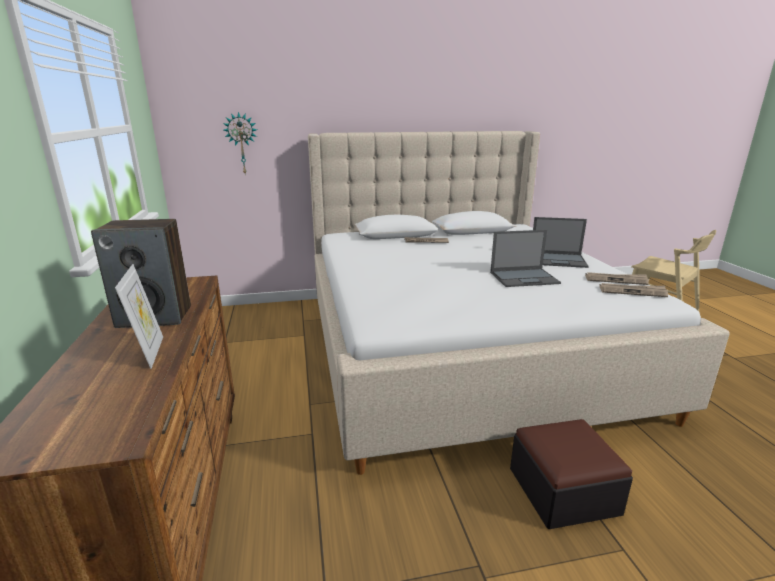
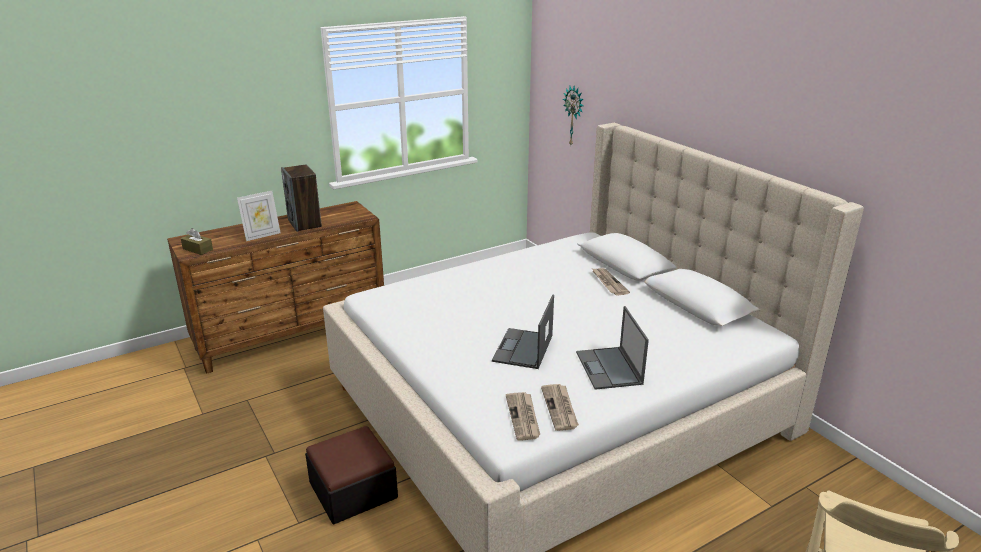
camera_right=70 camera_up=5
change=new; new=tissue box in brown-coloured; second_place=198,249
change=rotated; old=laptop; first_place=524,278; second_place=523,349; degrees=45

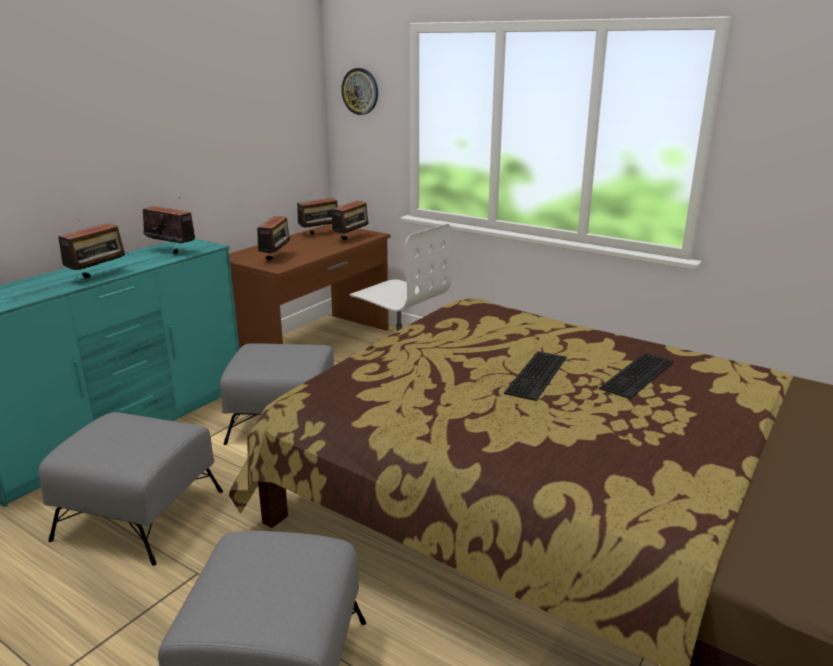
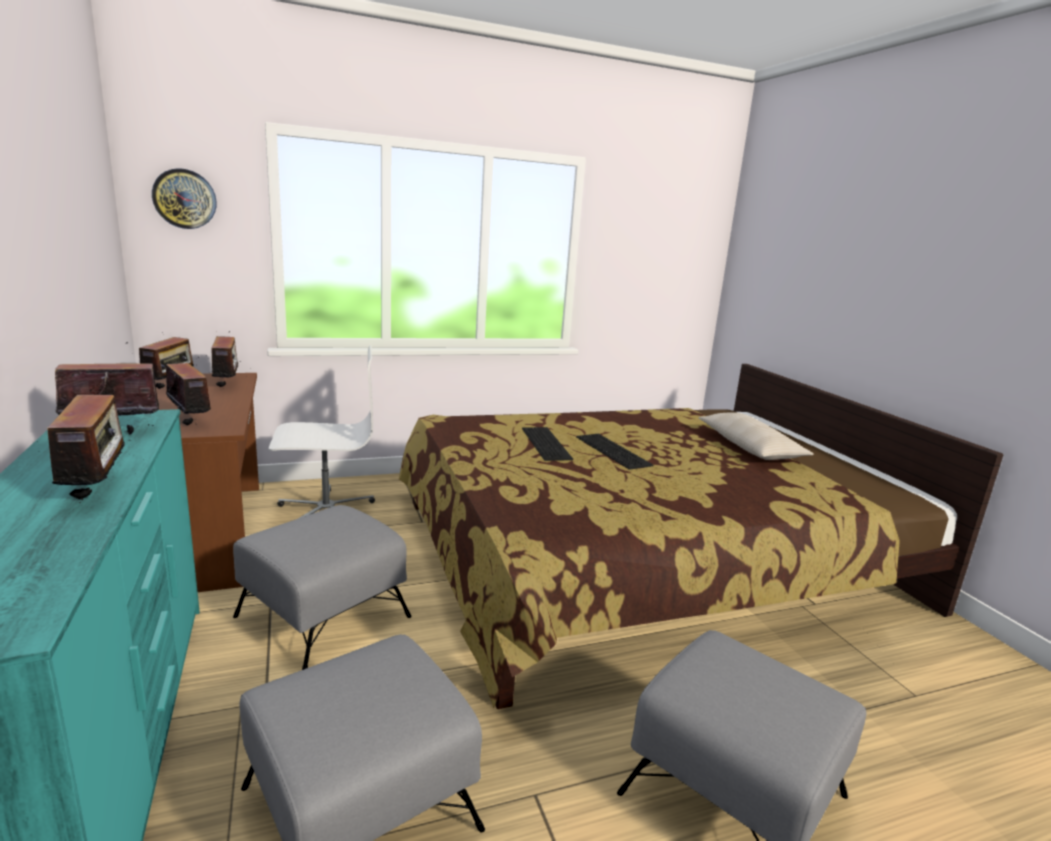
camera_right=-55 camera_up=-5
change=new; new=throw pillow in sand-coloured; second_place=749,447
change=shifted; old=computer keyboard; first_place=639,376; second_place=547,443

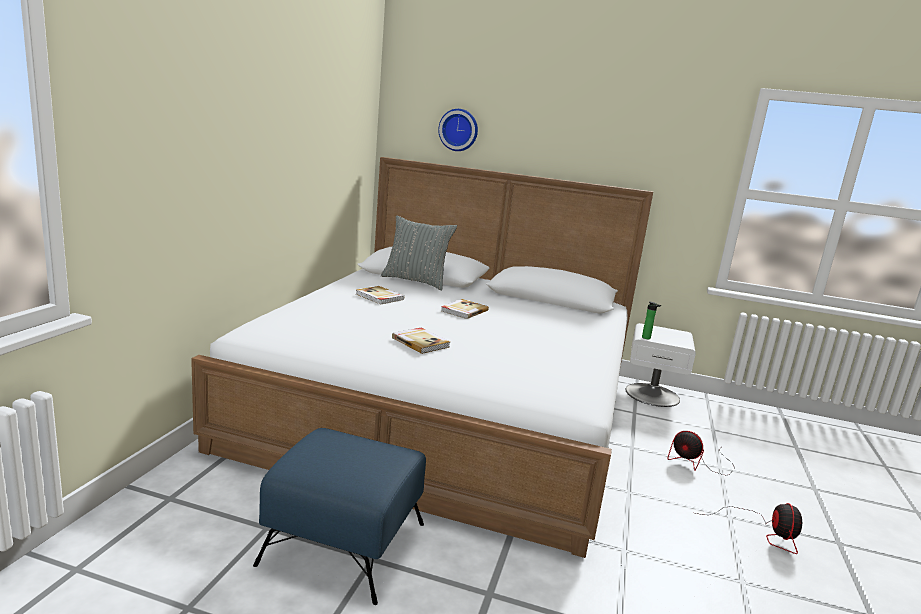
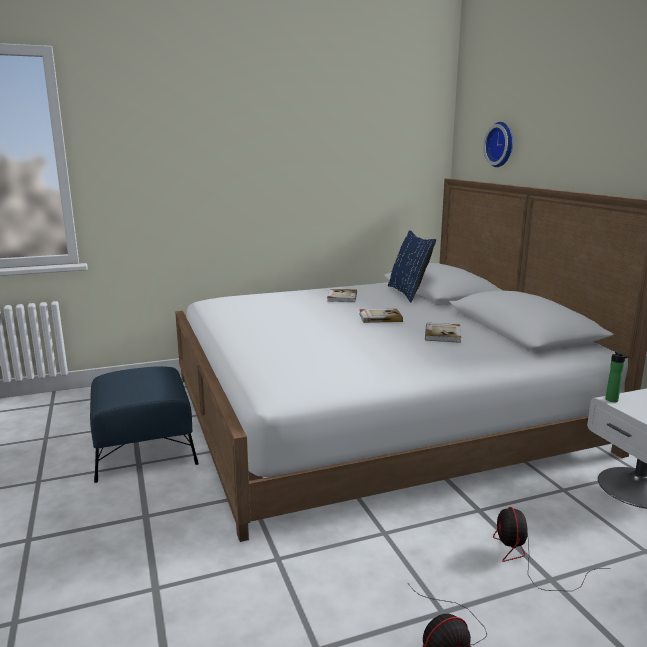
camera_right=55 camera_up=0
change=shifted; old=bound book; first_place=421,342; second_place=443,334
change=repainted; old=throw pillow in greyish; new=throw pillow in bluish; first_place=415,281; second_place=409,293

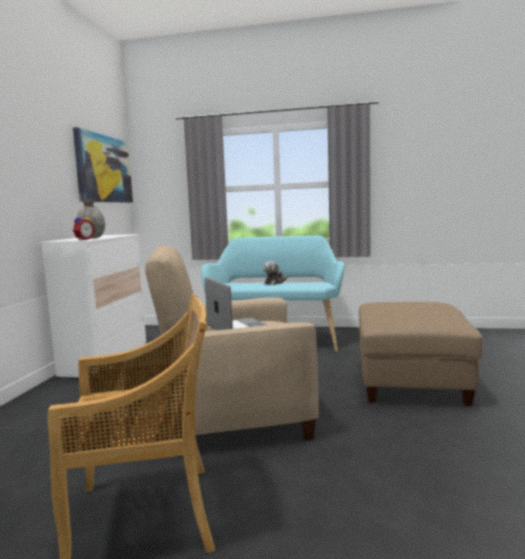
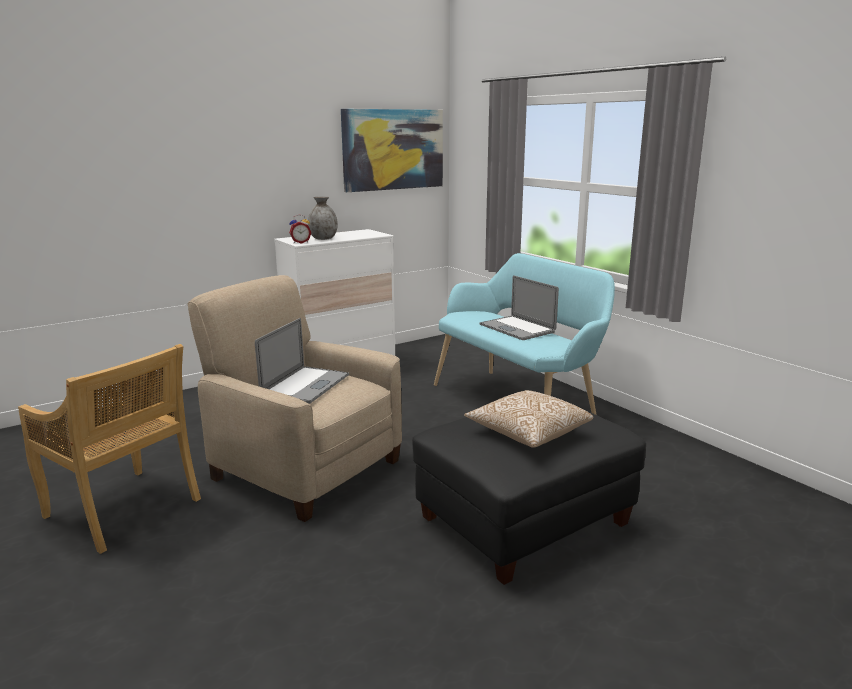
camera_right=45 camera_up=10
change=new; new=throw pillow; second_place=528,433
change=swapped; old=soft toy; new=laptop; first_place=275,282; second_place=517,328
change=repainted; old=ottoman in sand-coloured; new=ottoman in black; first_place=411,381; second_place=524,522

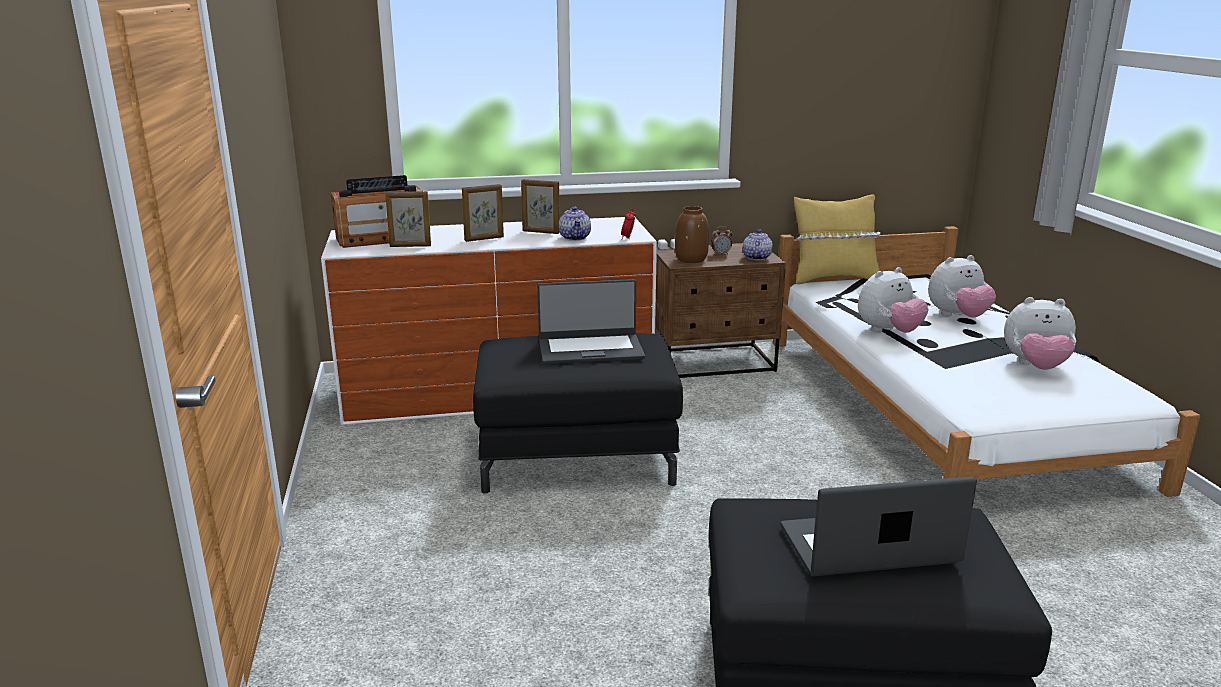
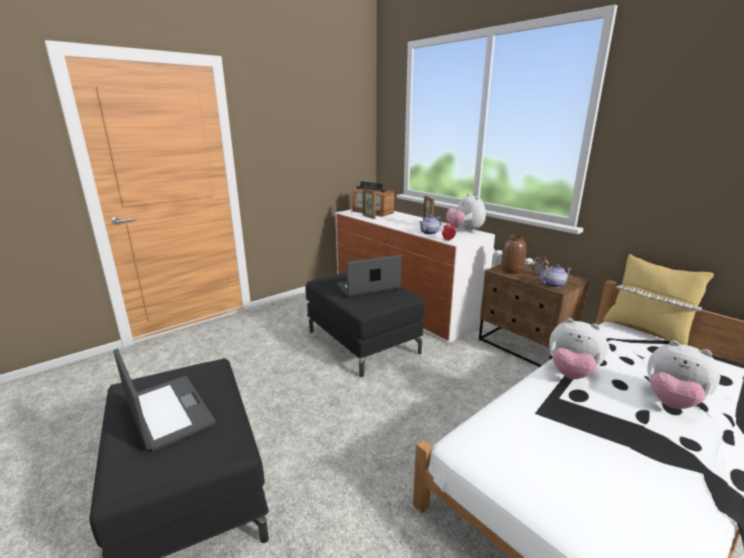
camera_right=60 camera_up=0
change=gone; old=standing frame; first_place=484,239
change=shifted; old=soft toy; first_place=1035,367; second_place=465,231
change=rotated; old=laptop; first_place=590,349; second_place=368,287; degrees=105

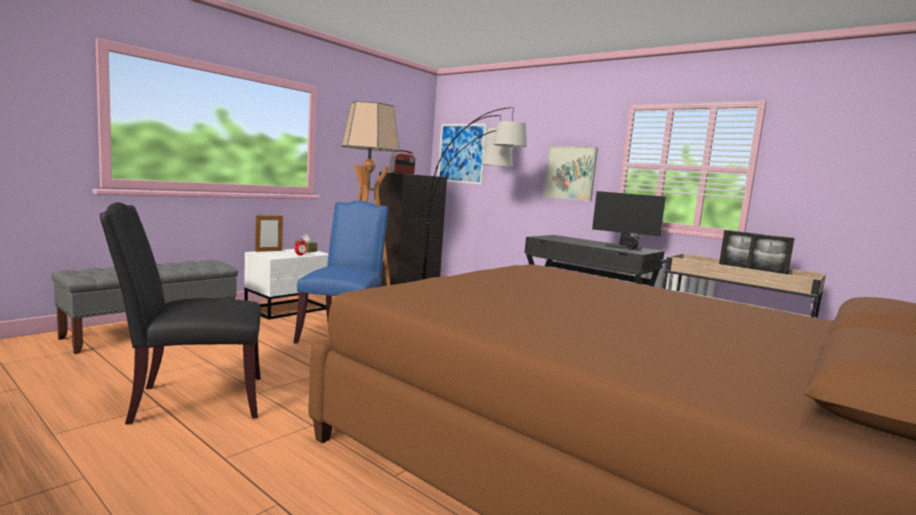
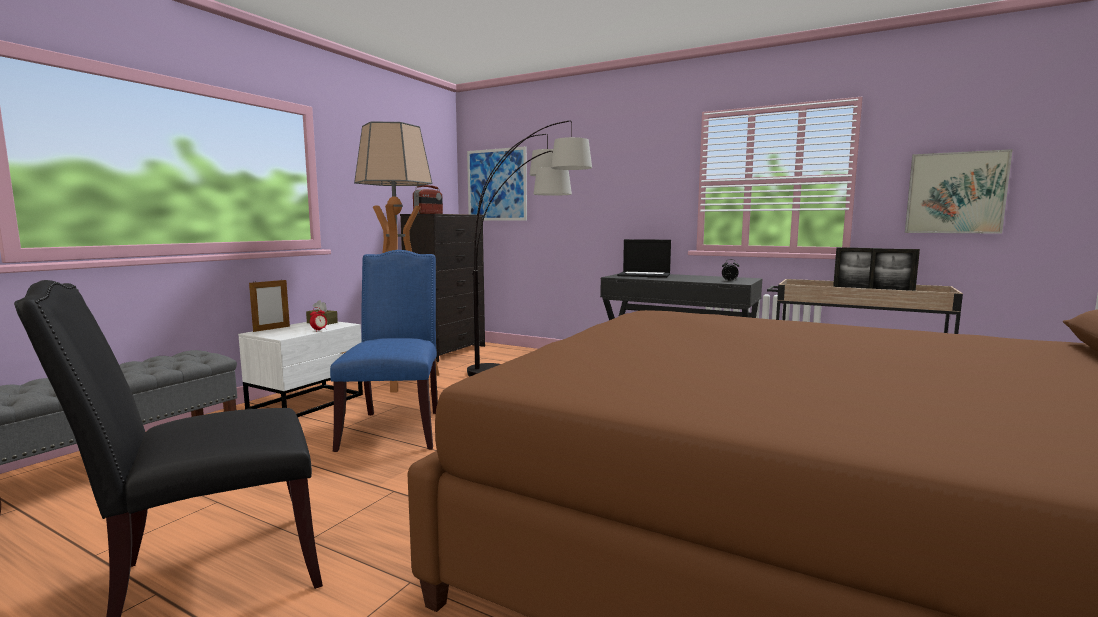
camera_right=-10 camera_up=0
change=gone; old=computer display; first_place=623,247
change=new; new=laptop; second_place=645,275
change=shifted; old=picture; first_place=570,173; second_place=955,193

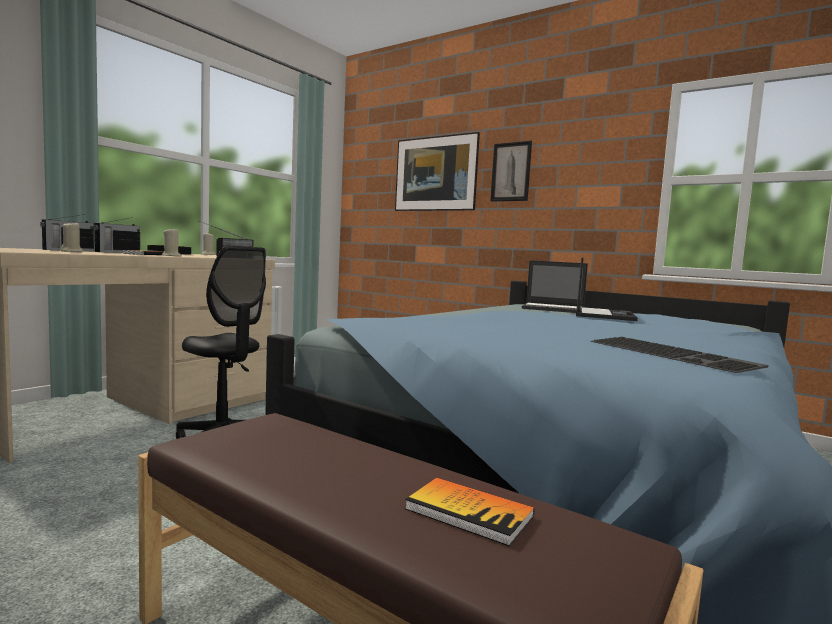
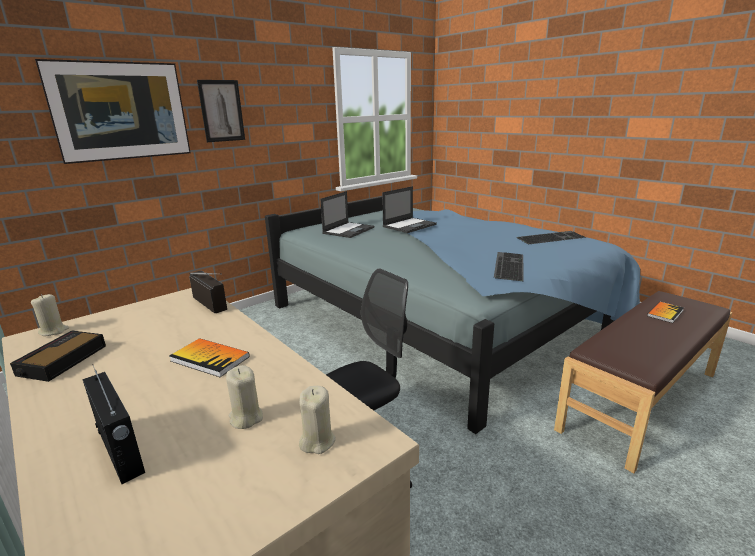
camera_right=-75 camera_up=15
change=gone; old=radio receiver; first_place=117,252
change=new; new=computer keyboard; second_place=507,265
change=shifted; old=candle in sand-coloured; first_place=171,256; second_place=317,441
change=rotated; old=laptop; first_place=603,315; second_place=409,225; degrees=105

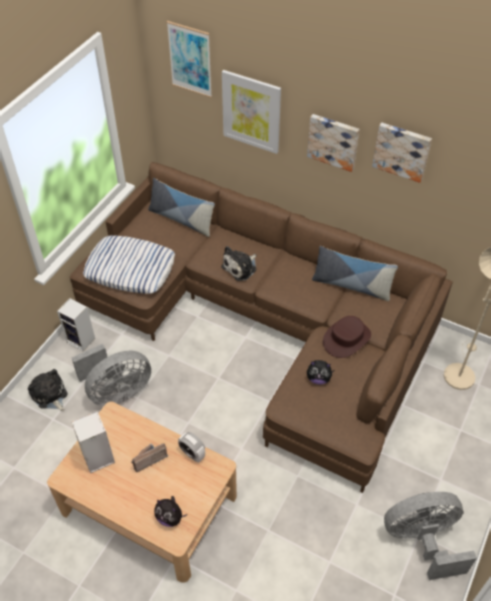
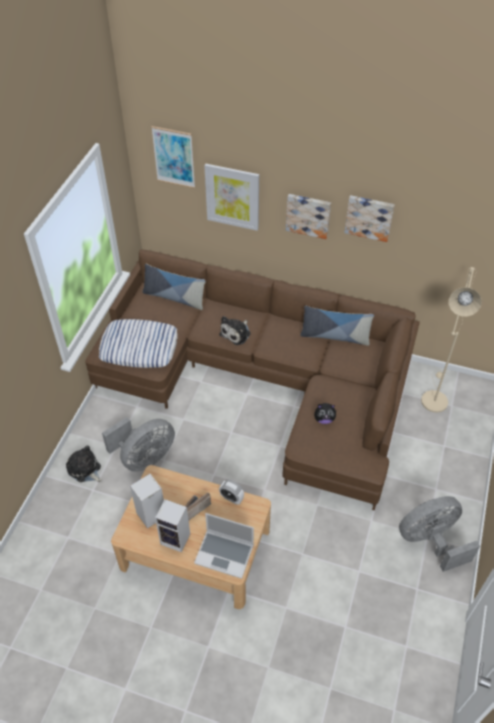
camera_right=-10 camera_up=0
change=gone; old=wearable hat in brown-coloured; first_place=346,338
change=shifted; old=audio speaker; first_place=82,340; second_place=176,539
change=swapped; old=soft toy; new=laptop; first_place=170,517; second_place=225,554

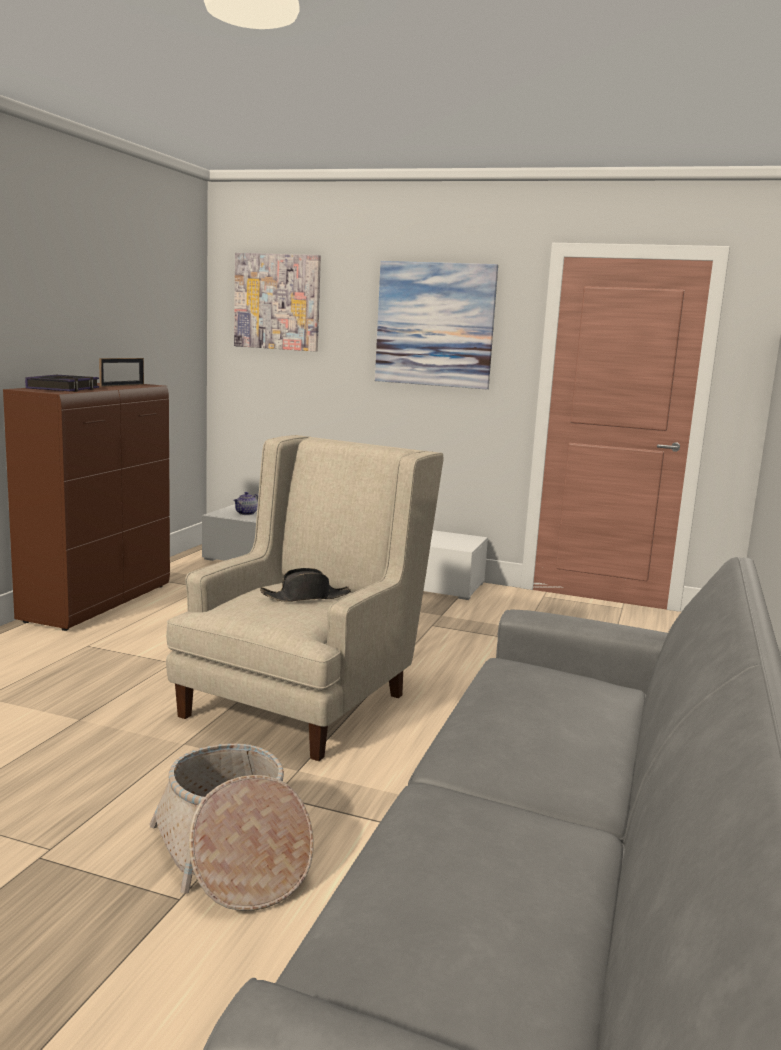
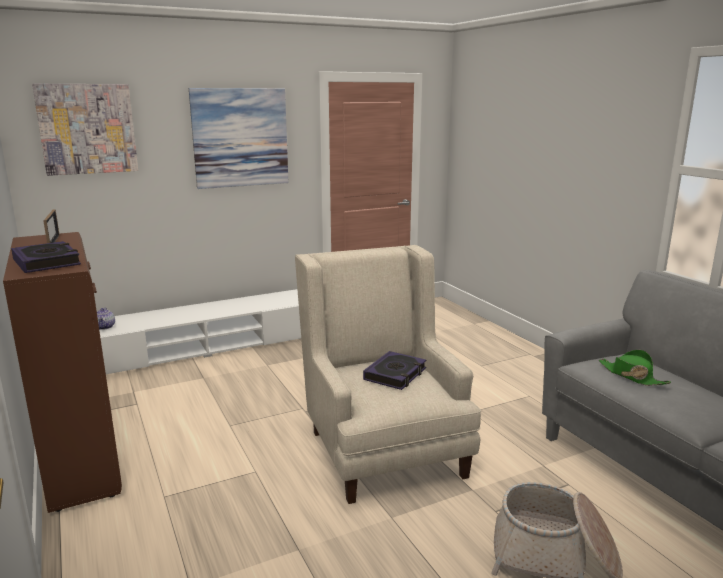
camera_right=-45 camera_up=5
change=new; new=wearable hat in greenish; second_place=631,376
change=swapped; old=wearable hat in black; new=bound book; first_place=306,597; second_place=395,374

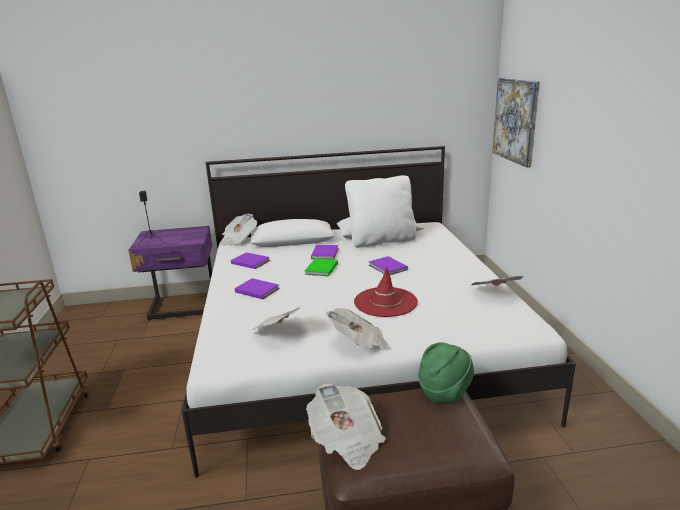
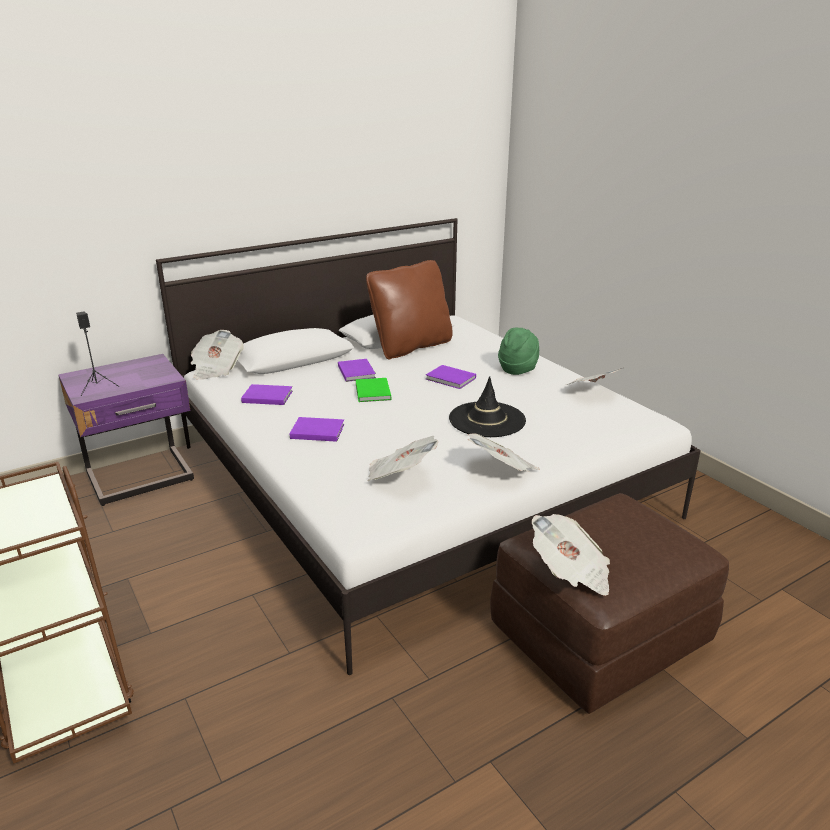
camera_right=-25 camera_up=5
change=gone; old=picture; first_place=515,120
change=shifted; old=wearable hat in greenish; first_place=444,391; second_place=518,368
change=repainted; old=throw pillow in white; new=throw pillow in brown-coloured; first_place=381,241; second_place=411,346
change=repainted; old=wearable hat in red-coloured; new=wearable hat in black; first_place=385,302; second_place=487,420

